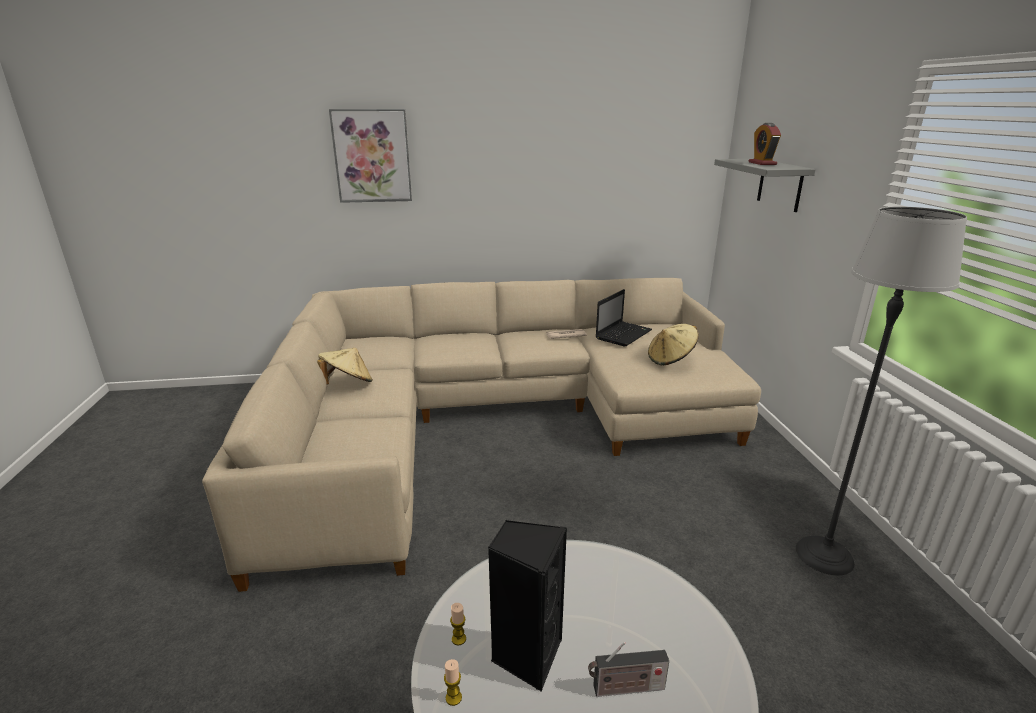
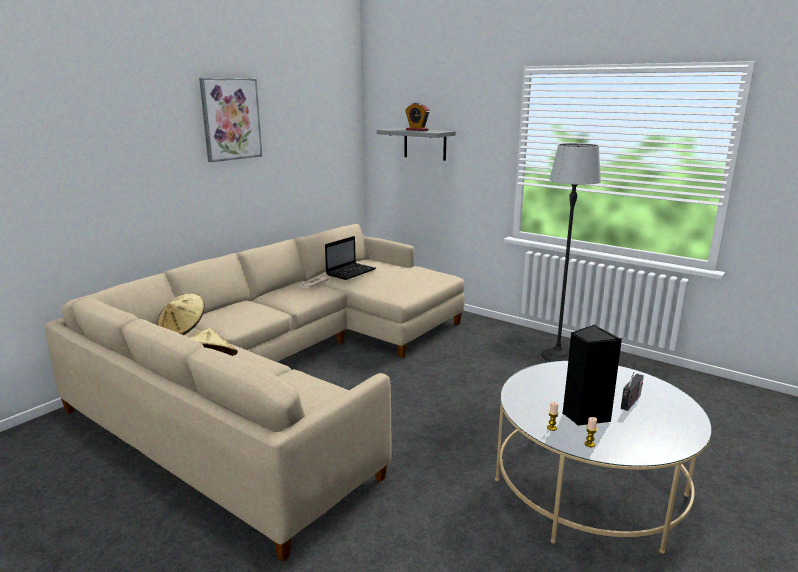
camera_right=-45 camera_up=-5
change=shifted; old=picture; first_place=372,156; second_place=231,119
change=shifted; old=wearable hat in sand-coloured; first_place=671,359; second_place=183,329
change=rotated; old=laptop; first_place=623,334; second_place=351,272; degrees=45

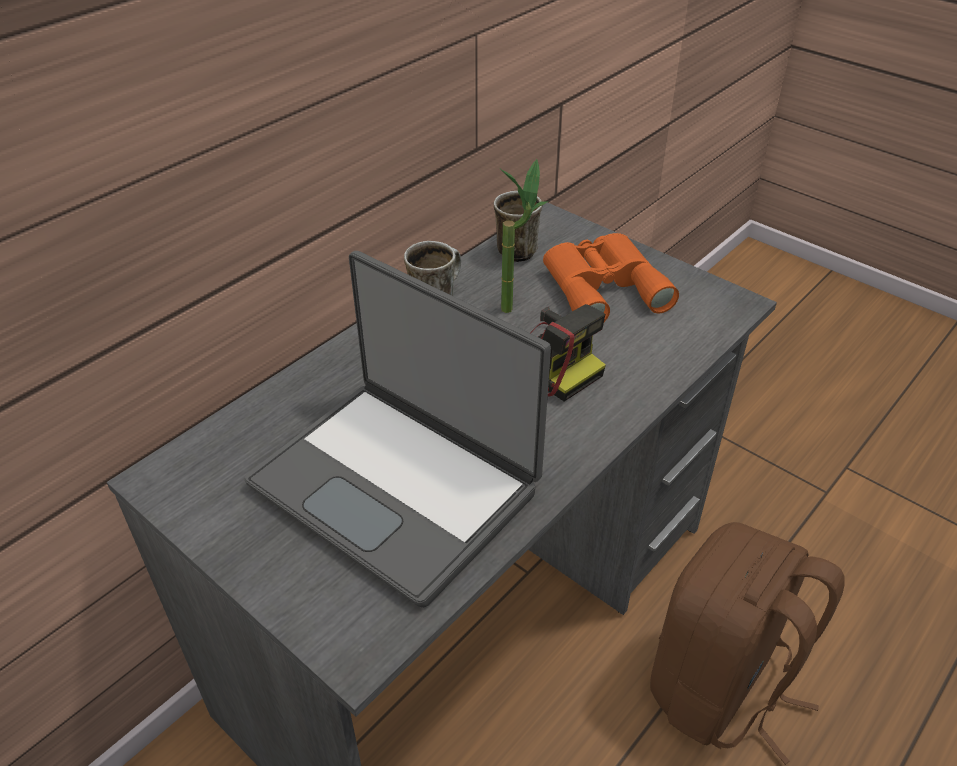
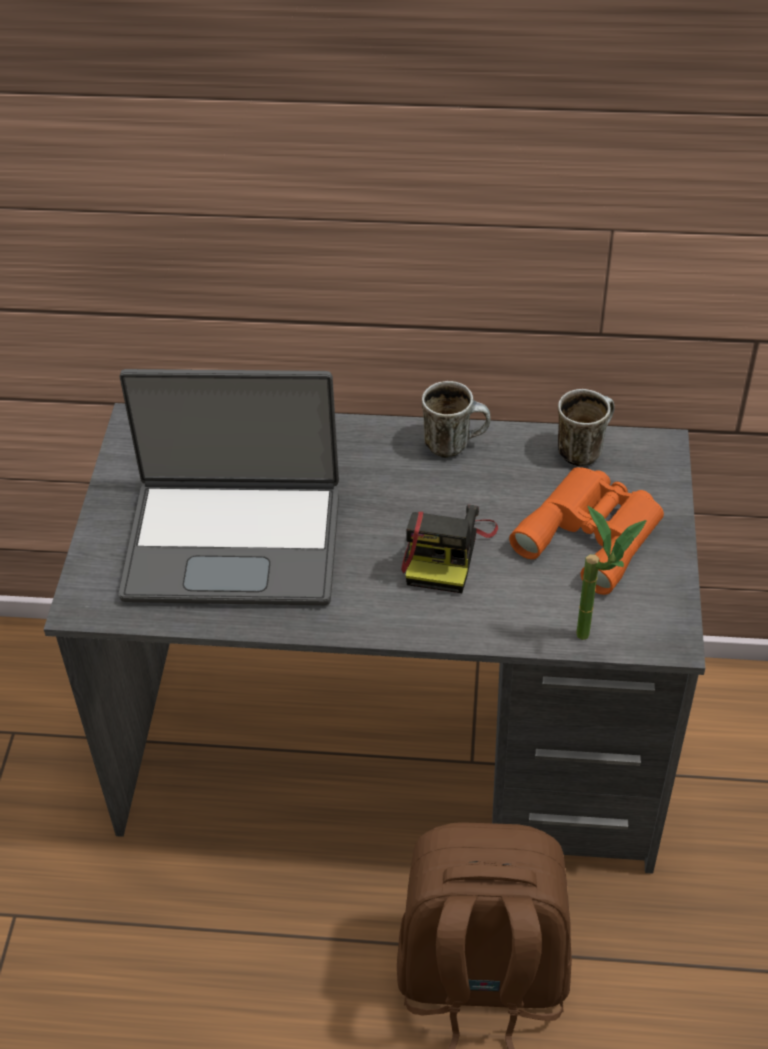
camera_right=55 camera_up=5
change=shifted; old=houseplant; first_place=516,305; second_place=596,638
change=rotated; old=laptop; first_place=398,485; second_place=234,541; degrees=-90

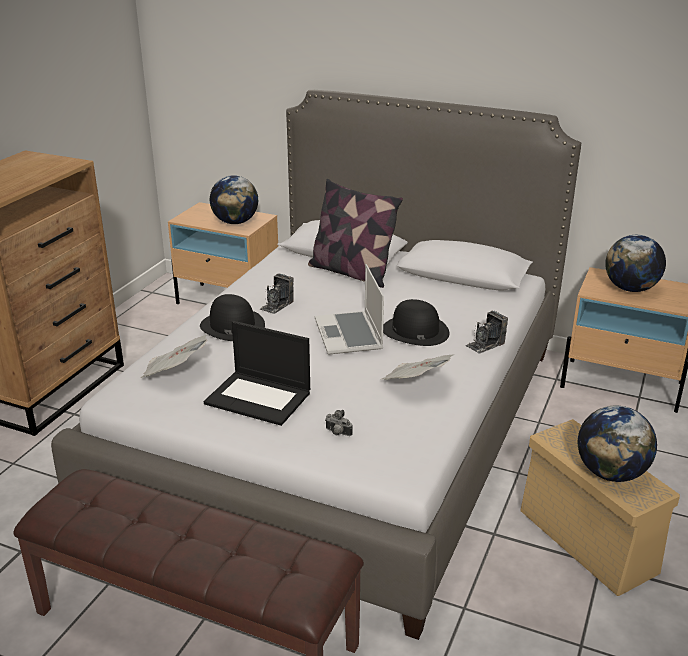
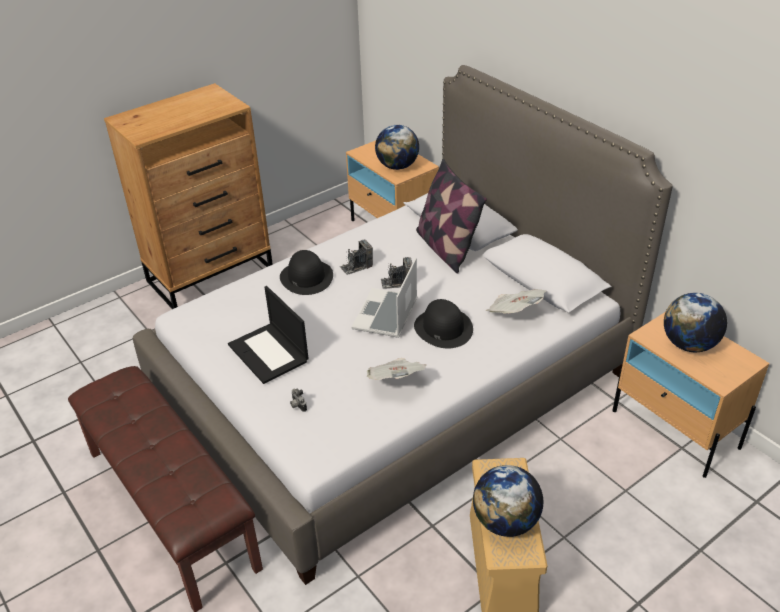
camera_right=30 camera_up=10
change=shifted; old=daily paper; first_place=175,372; second_place=514,312
change=shifted; old=photo camera; first_place=485,344; second_place=397,282

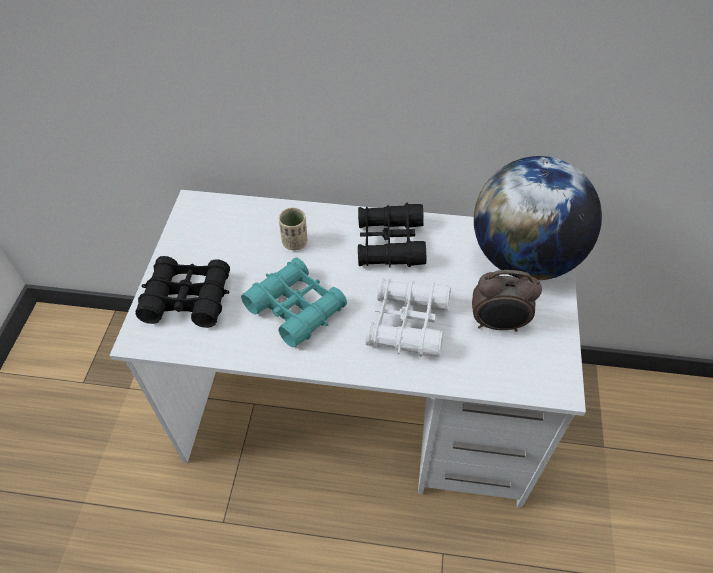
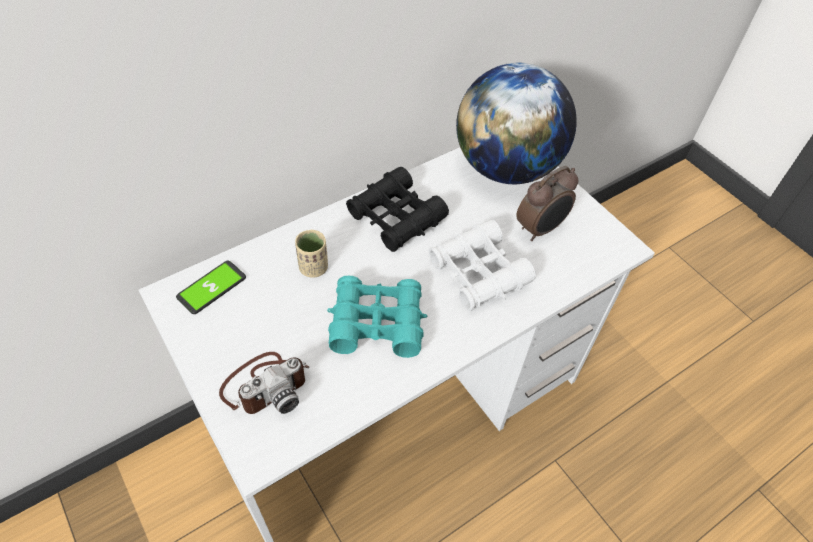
camera_right=-45 camera_up=0
change=new; new=telephone; second_place=211,287
change=swapped; old=binoculars in black; new=photo camera; first_place=187,298; second_place=266,385

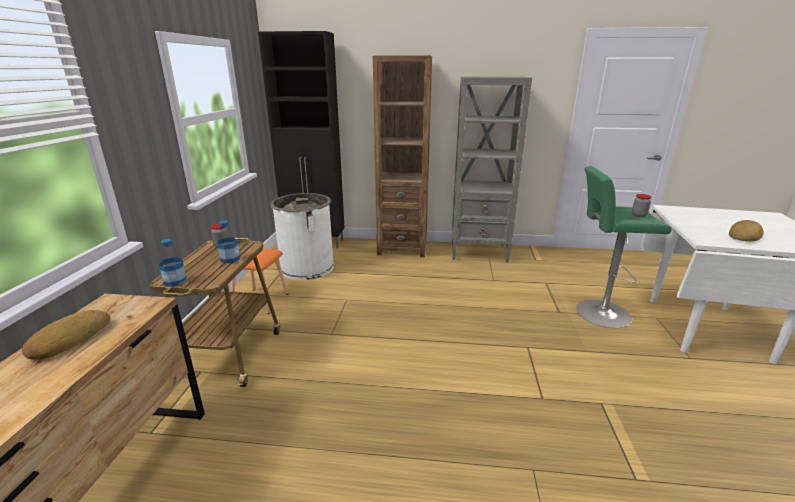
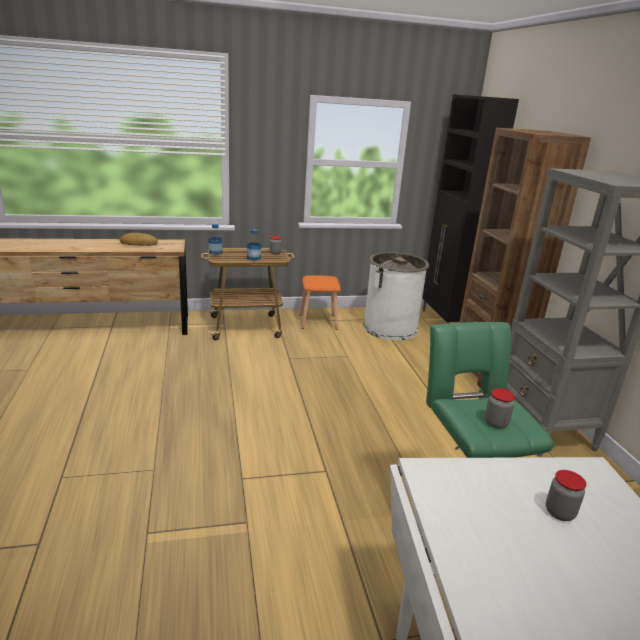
camera_right=70 camera_up=0
change=gone; old=bread; first_place=745,235
change=new; new=storage jar; second_place=559,512

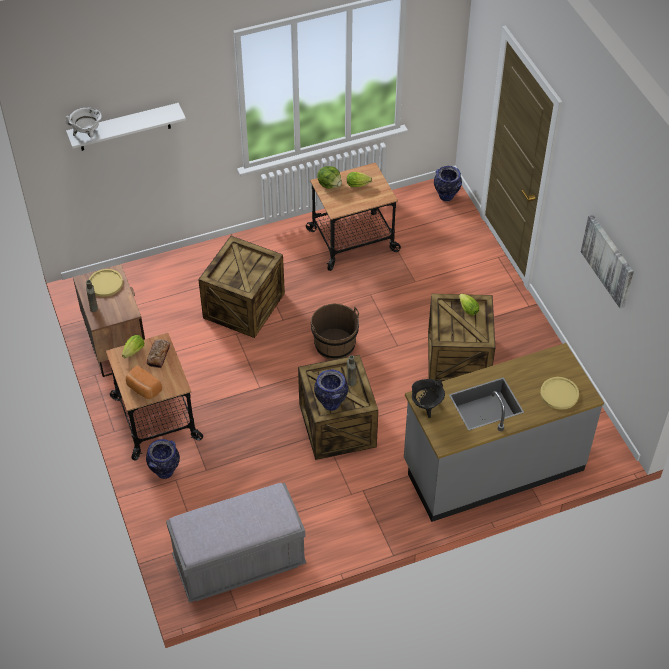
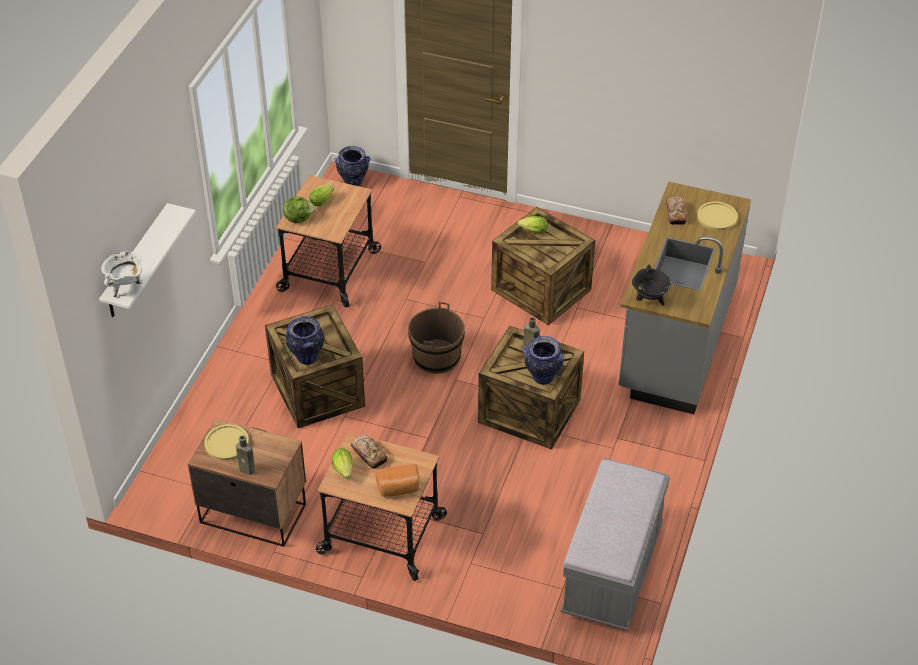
camera_right=-50 camera_up=-5
change=gone; old=picture; first_place=608,260
change=new; new=bread; second_place=676,213
change=shifted; old=vase; first_place=165,471; second_place=306,357

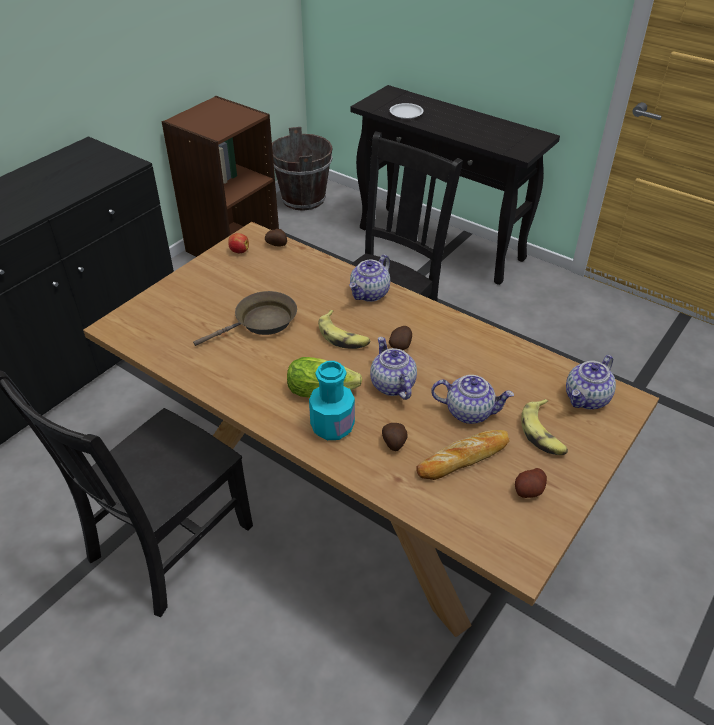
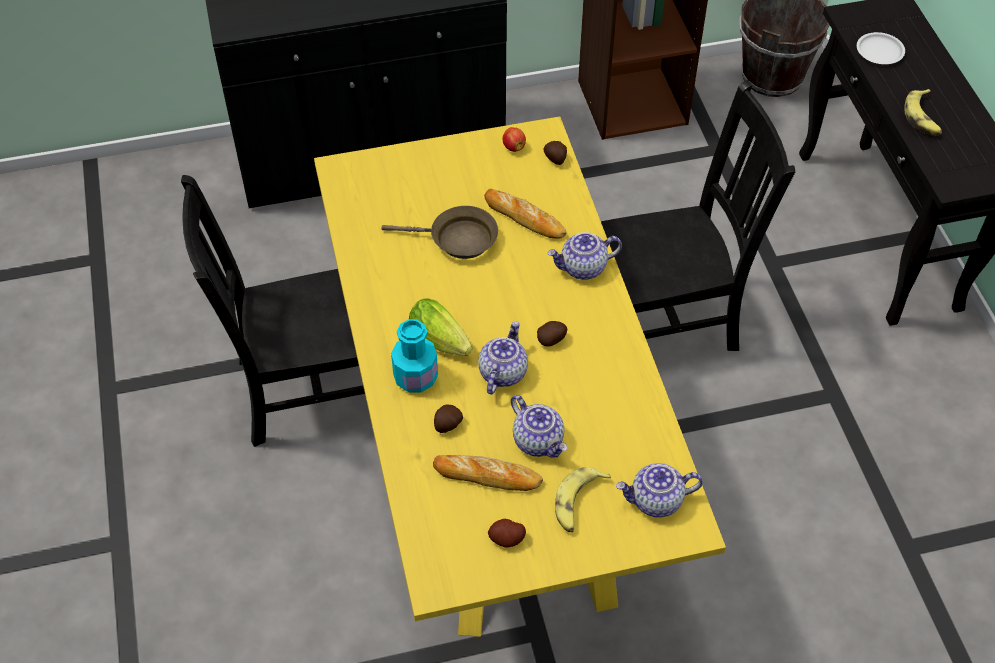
camera_right=40 camera_up=10
change=new; new=bread; second_place=524,218
change=shifted; old=whole banana; first_place=343,336; second_place=923,118
change=repainted; old=dinner table in brown-coloured; new=dinner table in yellowish; first_place=358,494; second_place=500,456

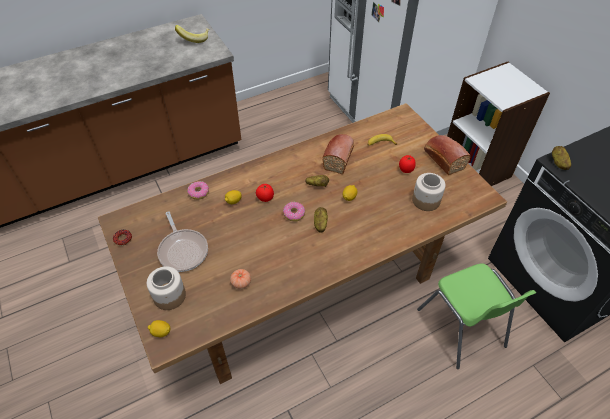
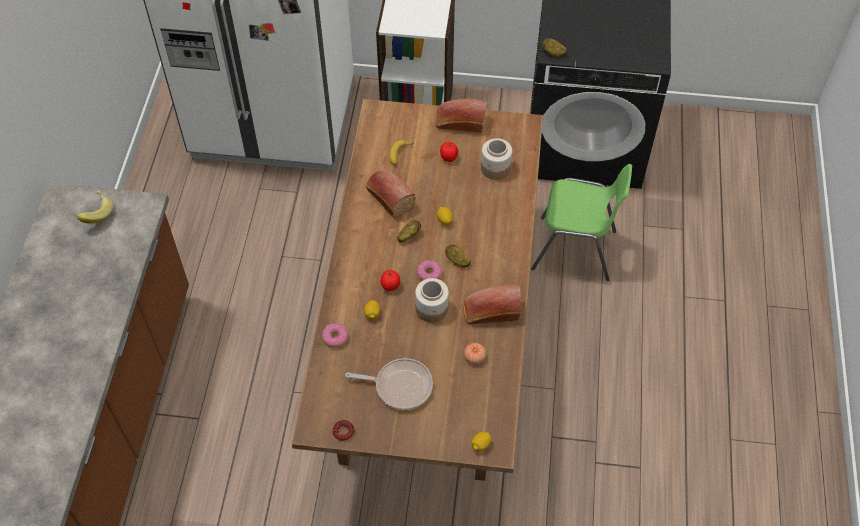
camera_right=-55 camera_up=5
change=new; new=bread; second_place=490,312
change=shifted; old=storage jar; first_place=169,296; second_place=432,309

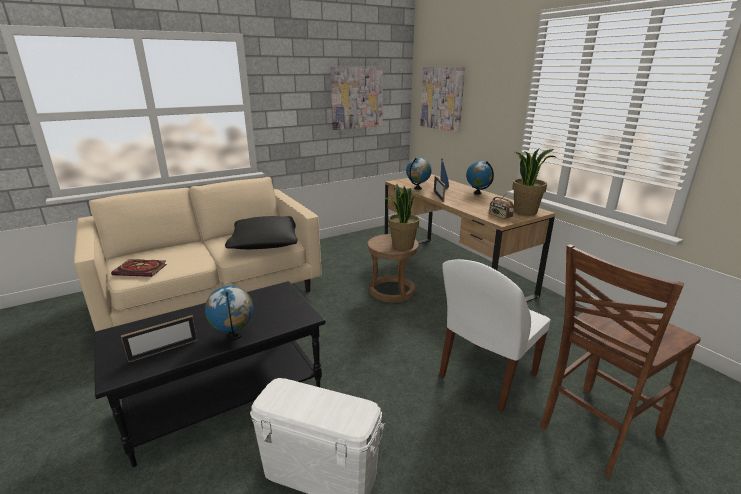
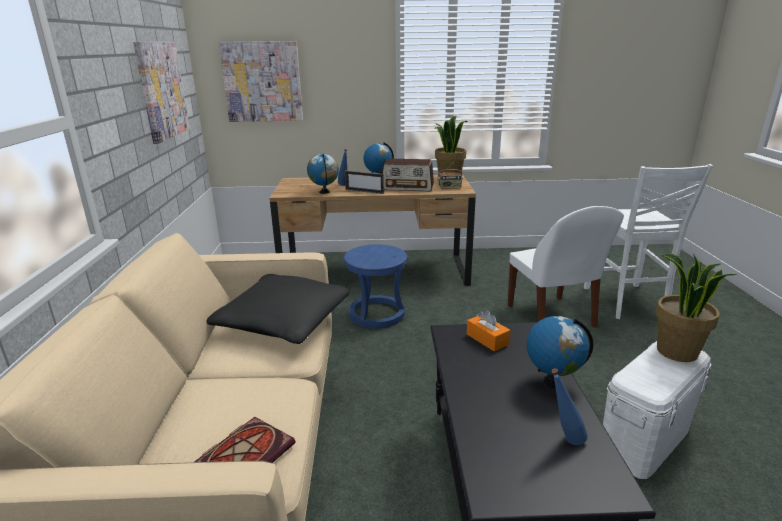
camera_right=-60 camera_up=0
change=new; new=radio receiver; second_place=408,187
change=new; new=tissue box in orange-coloured; second_place=487,339
change=shifted; old=houseplant; first_place=402,246; second_place=676,352
change=swapped; old=standing frame; new=drink bottle in bluish; first_place=164,350; second_place=563,440
change=repainted; old=sitting stool in brown-coloured; new=sitting stool in bluish; first_place=391,291; second_place=376,314
change=repainted; old=plain chair in brown-coloured; new=plain chair in white; first_place=596,430; second_place=625,302

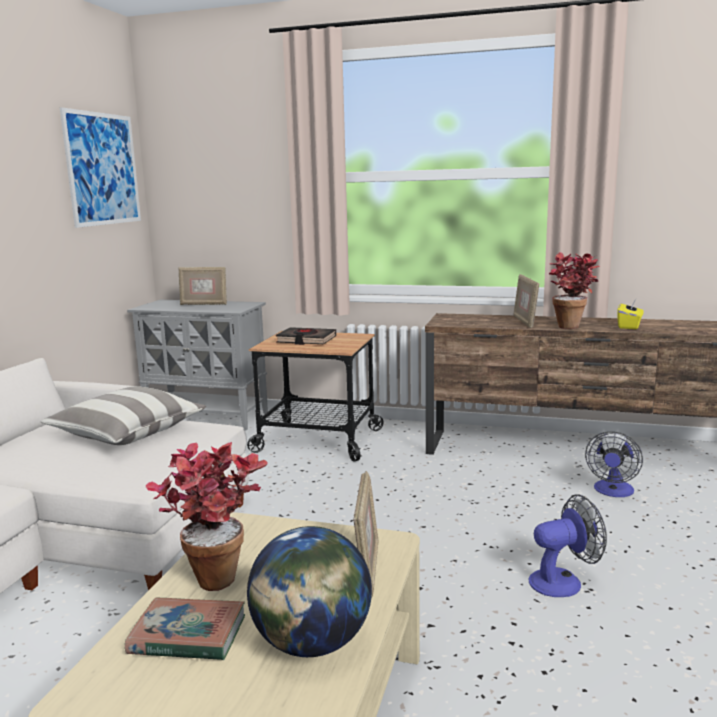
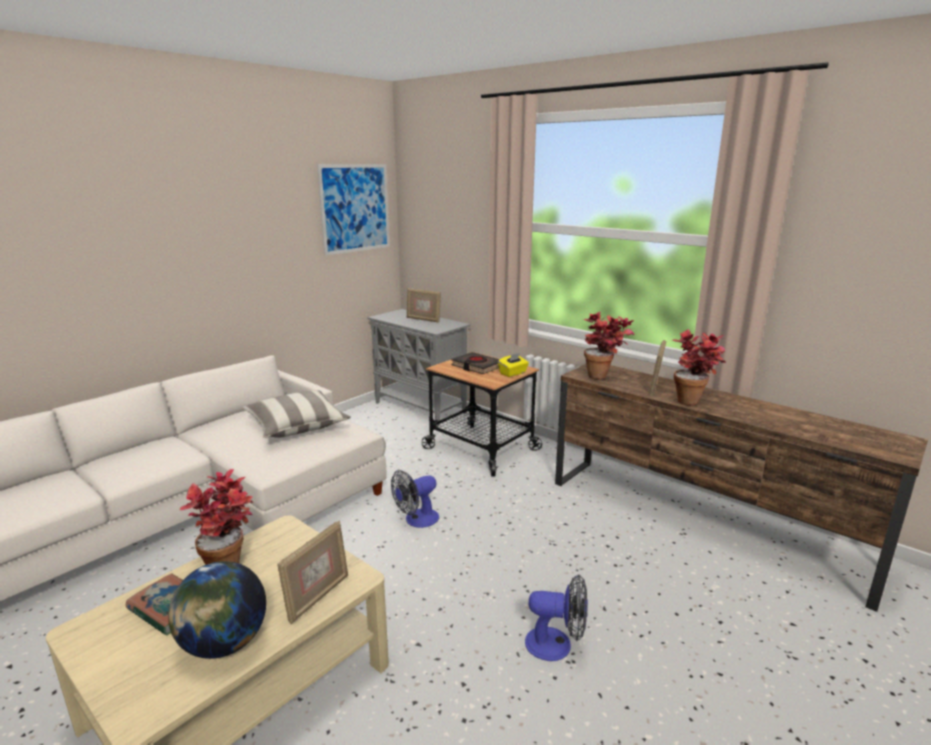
camera_right=25 camera_up=5
change=new; new=houseplant; second_place=604,377
change=shifted; old=cooling fan; first_place=612,491; second_place=416,520
change=shifted; old=tissue box in yellowish; first_place=629,326; second_place=513,373

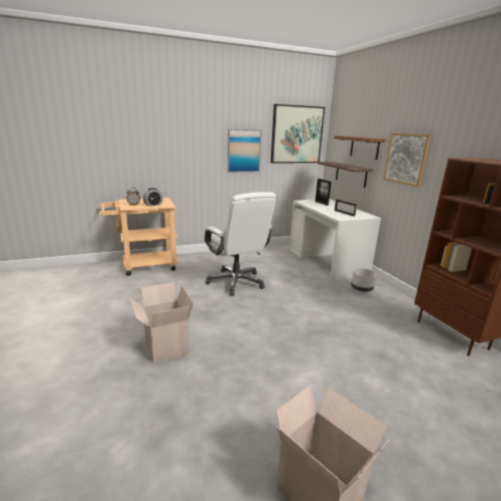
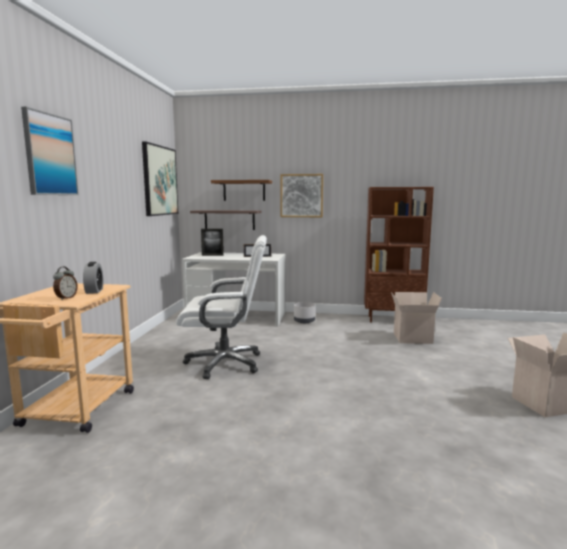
camera_right=-60 camera_up=-10
change=shifted; old=cardboard box; first_place=165,346; second_place=412,339
change=shifted; old=picture; first_place=243,151; second_place=50,155

